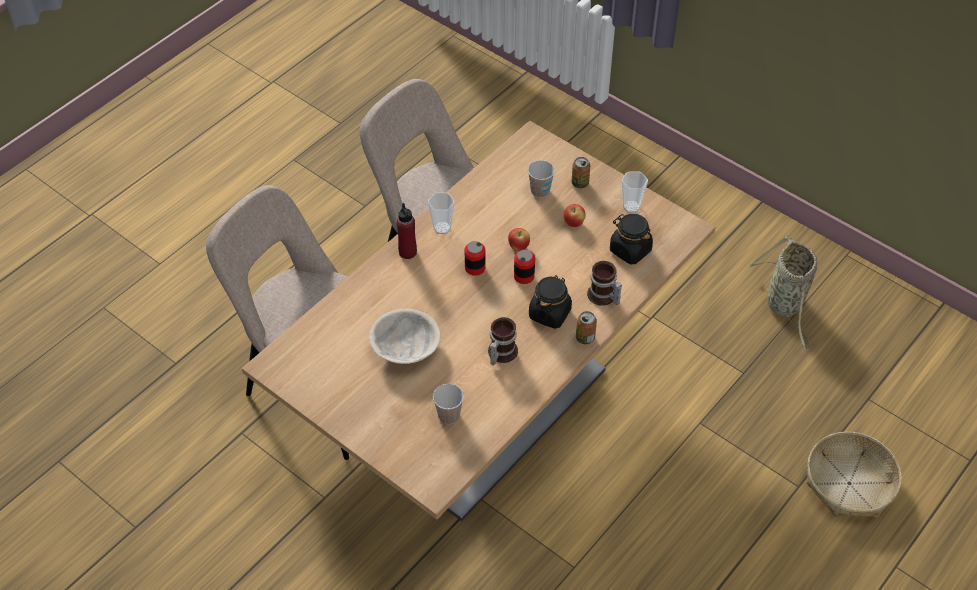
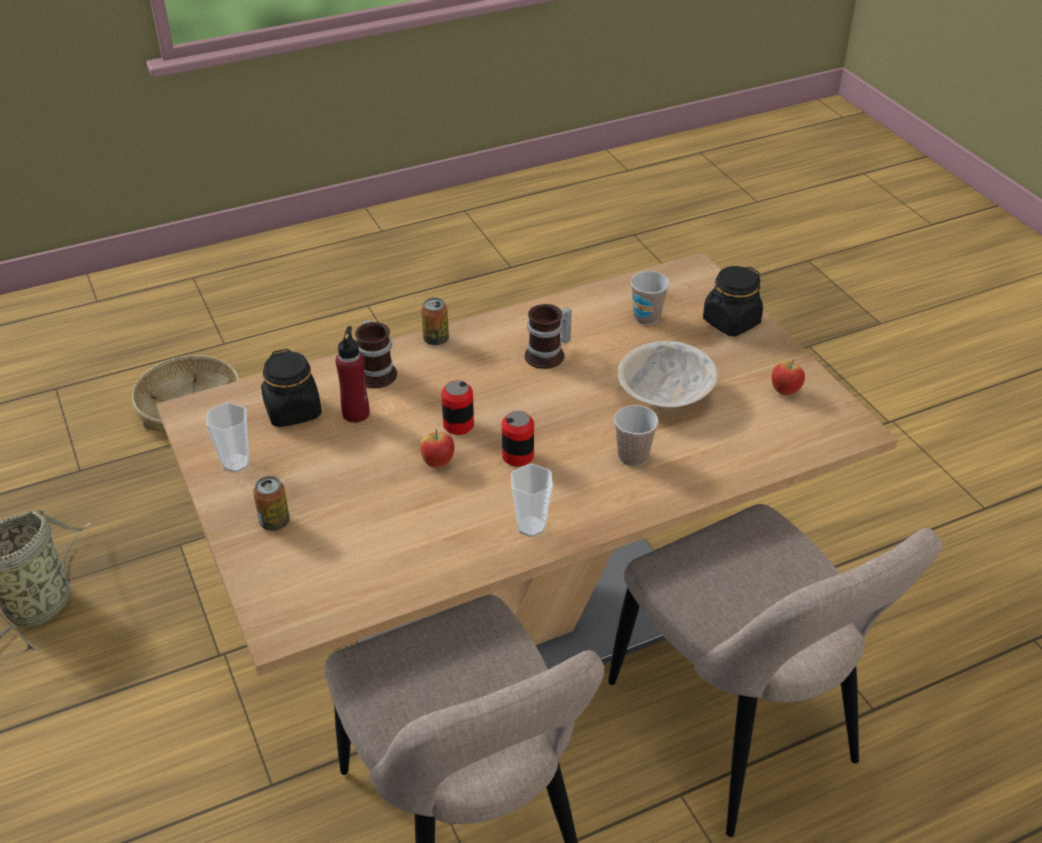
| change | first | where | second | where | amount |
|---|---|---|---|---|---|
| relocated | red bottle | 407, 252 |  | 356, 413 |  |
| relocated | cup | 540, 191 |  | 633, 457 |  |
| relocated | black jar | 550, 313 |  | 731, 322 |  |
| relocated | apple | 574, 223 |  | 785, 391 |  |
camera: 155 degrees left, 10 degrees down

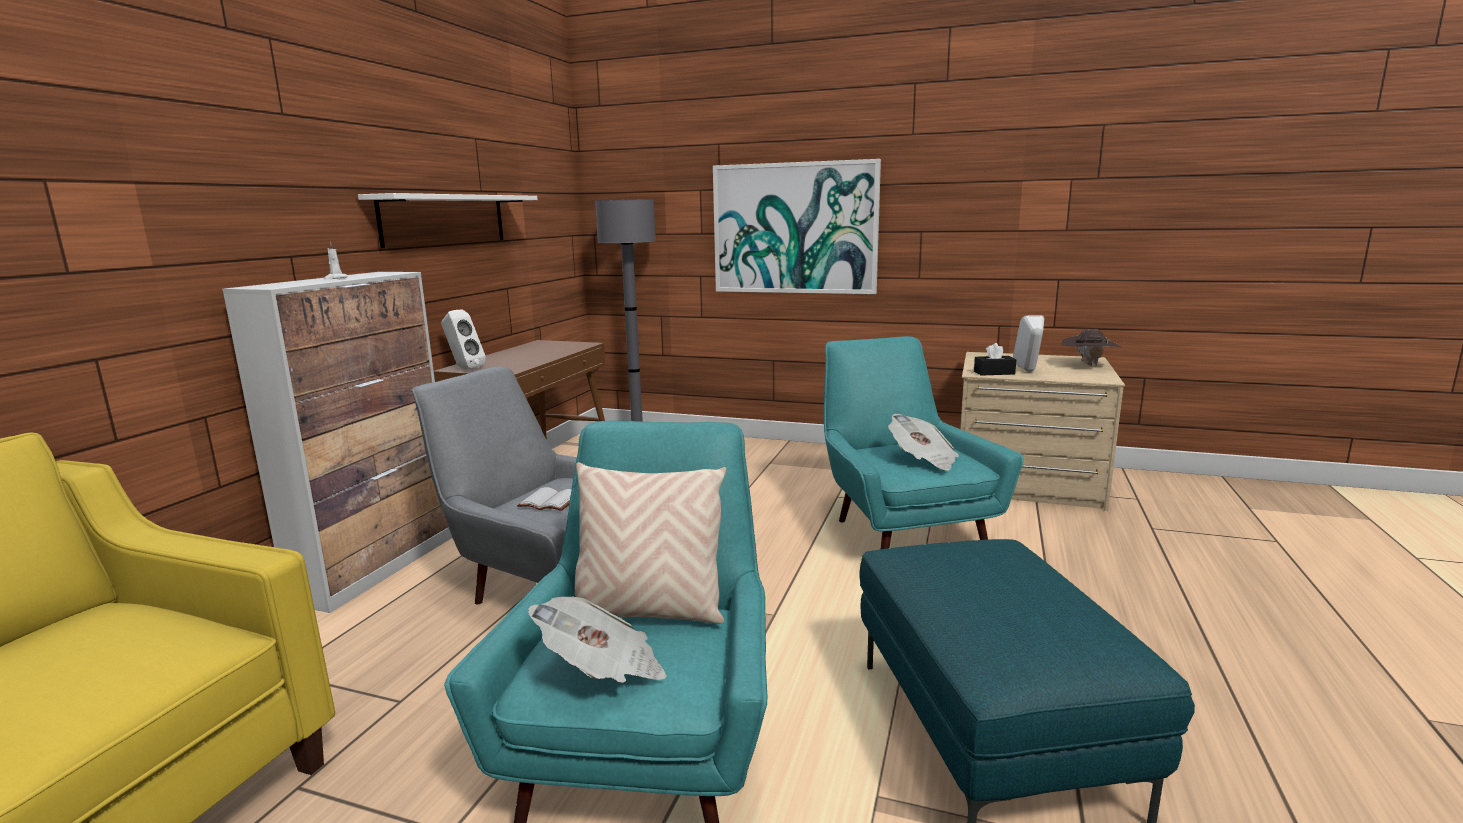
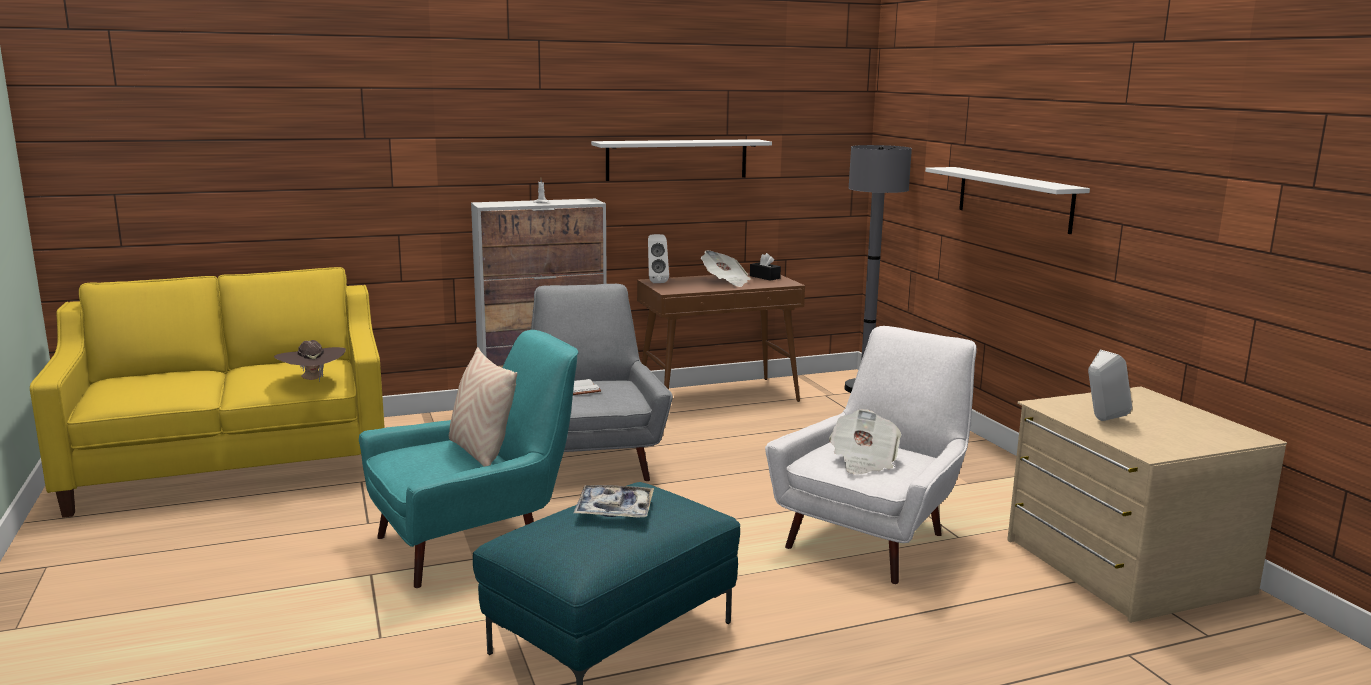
| change | first | where | second | where | amount |
|---|---|---|---|---|---|
| relocated | newspaper | 603, 670 |  | 725, 282 |  |
| exchanged | picture | 795, 228 | white shelf | 1014, 198 |  |
| colour | turquoise armchair | 900, 531 | white armchair | 875, 536 |  |
| relocated | black tissue box | 994, 373 |  | 764, 277 |  |
| relocated | brown hat | 1088, 366 |  | 312, 380 |  |
| appeared |  |  | tray | 614, 510 |  |
camera: 50 degrees right, 0 degrees up

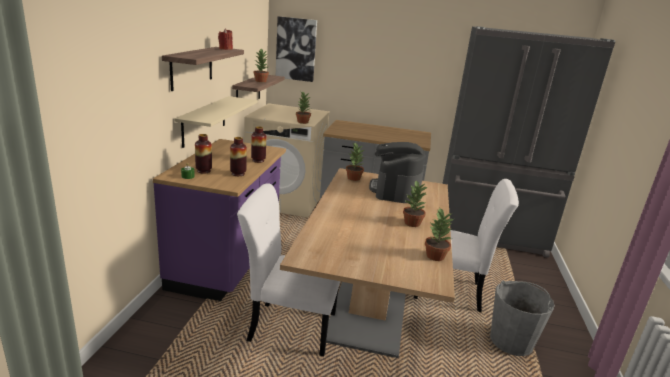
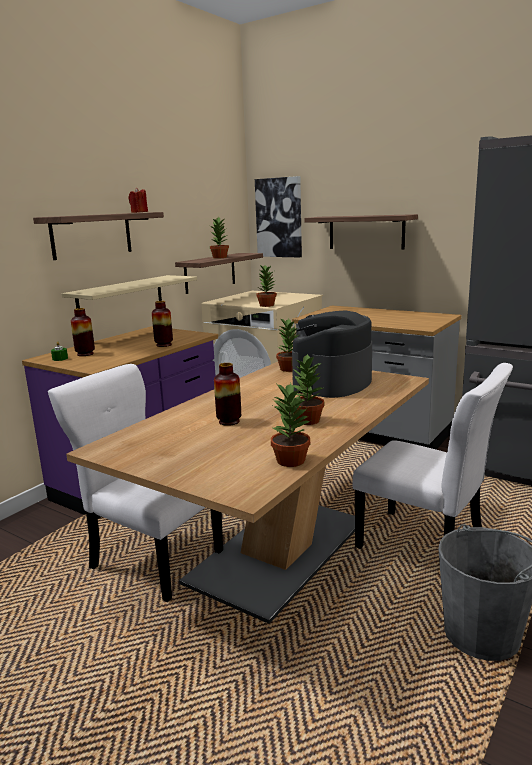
| change | first | where | second | where | amount |
|---|---|---|---|---|---|
| relocated | vase | 238, 174 |  | 229, 421 |  |
| appeared |  |  | shelf | 366, 232 |  |
camera: 25 degrees right, 5 degrees down

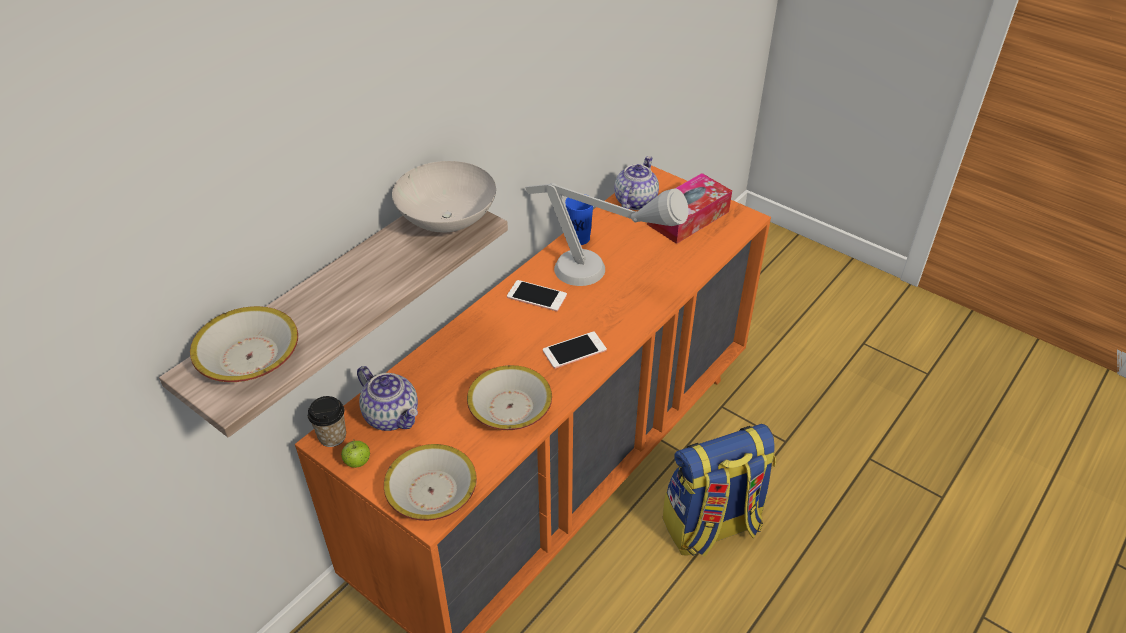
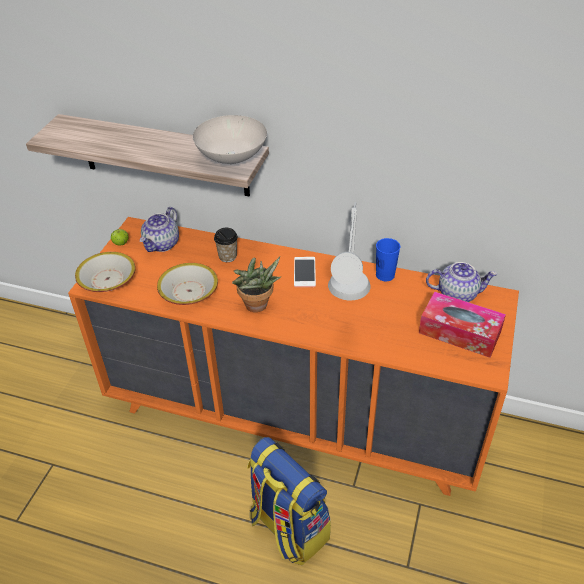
| change | first | where | second | where | amount |
|---|---|---|---|---|---|
| missing | bowl | 249, 357 |  |  |  |
| relocated | cup | 332, 436 |  | 227, 256 |  |
| exchanged | phone | 574, 350 | potted plant | 257, 307 |  |
camera: 70 degrees right, 0 degrees up

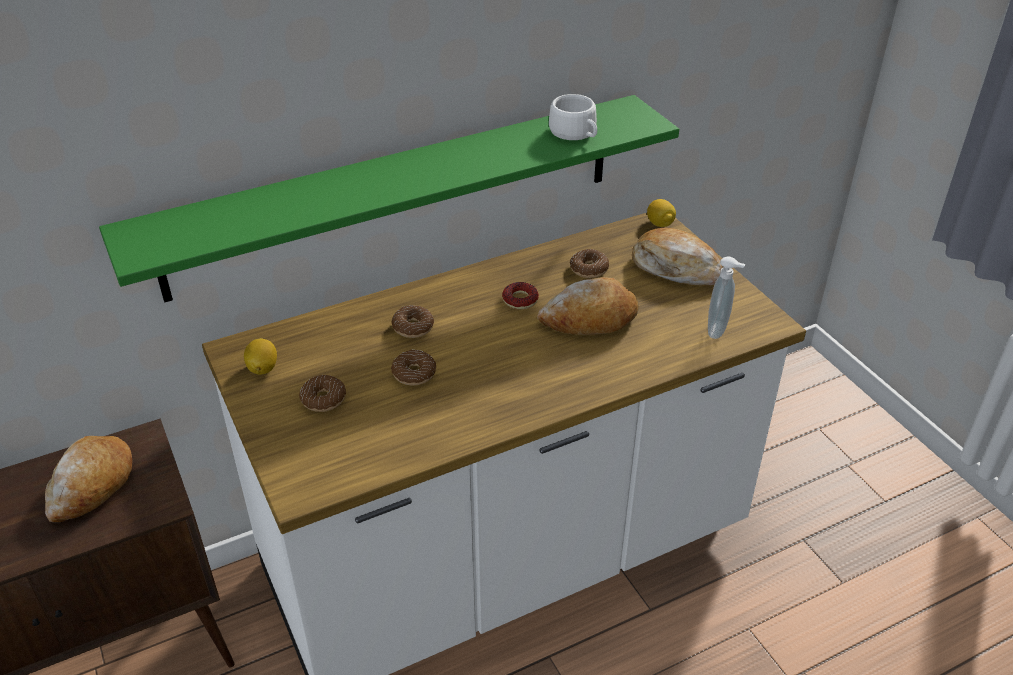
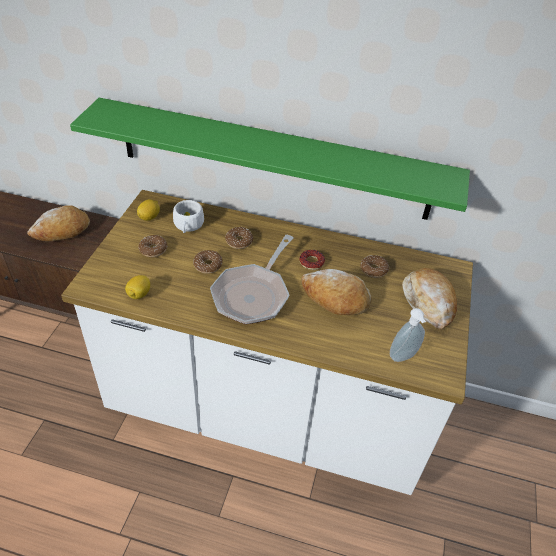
| change | first | where | second | where | amount |
|---|---|---|---|---|---|
| relocated | white cup | 576, 134 |  | 188, 226 |  |
| relocated | lemon | 660, 224 |  | 139, 294 |  |
| appeared |  |  | frying pan | 253, 294 |  |
camera: 40 degrees right, 5 degrees up

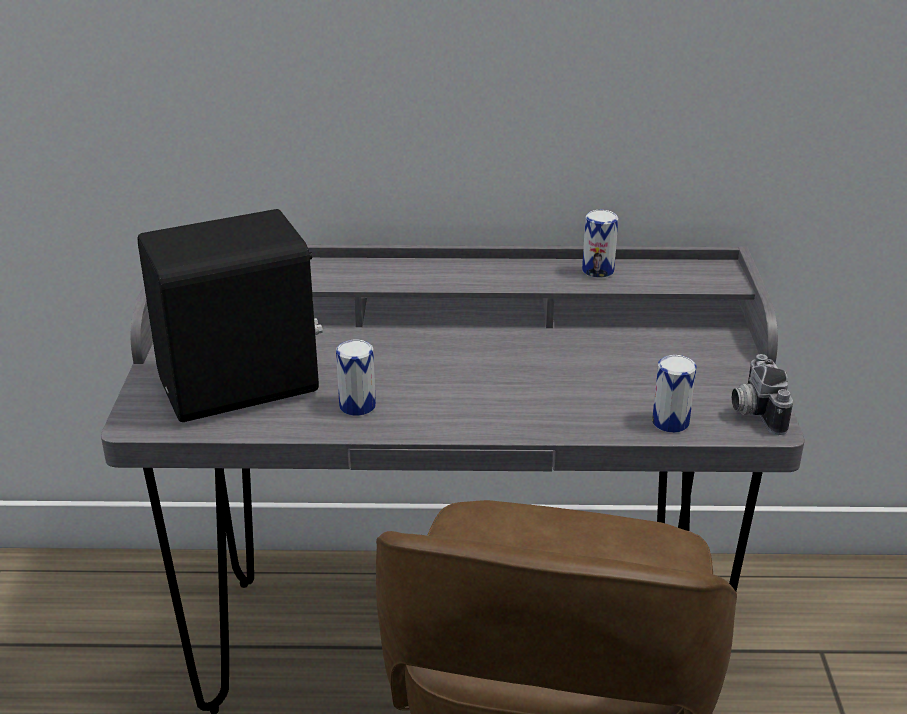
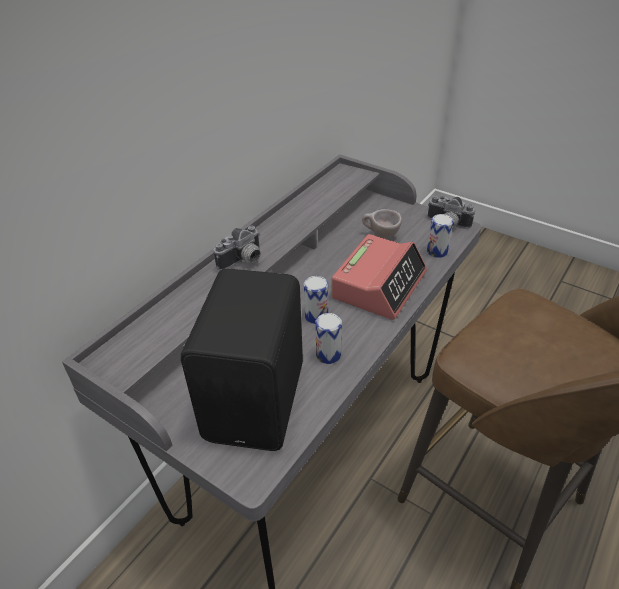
| change | first | where | second | where | amount |
|---|---|---|---|---|---|
| relocated | can | 598, 270 |  | 316, 316 |  |
| appeared |  |  | photo camera | 243, 261 |  |
| appeared |  |  | alarm clock | 379, 285 |  |
| appeared |  |  | beige cup | 380, 236 |  |
camera: 55 degrees left, 10 degrees up

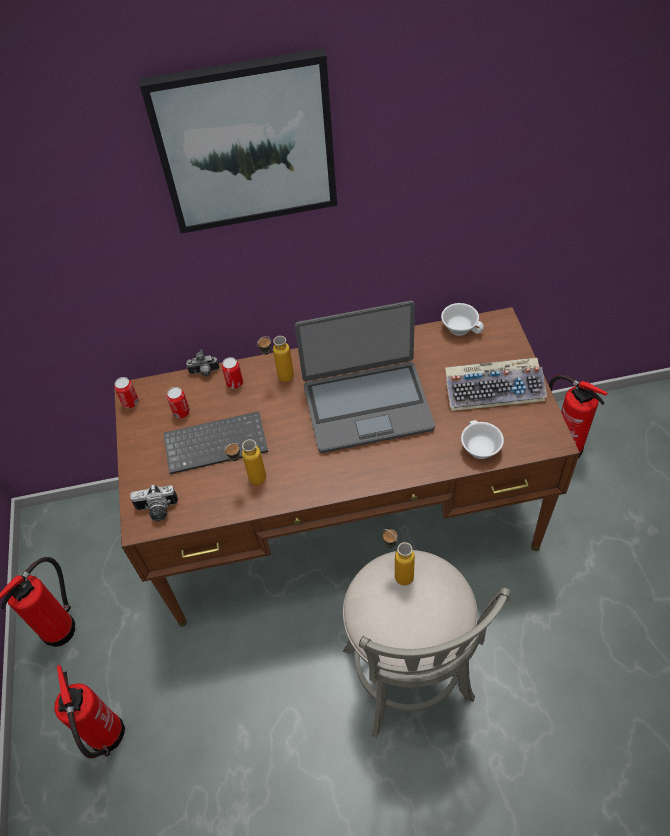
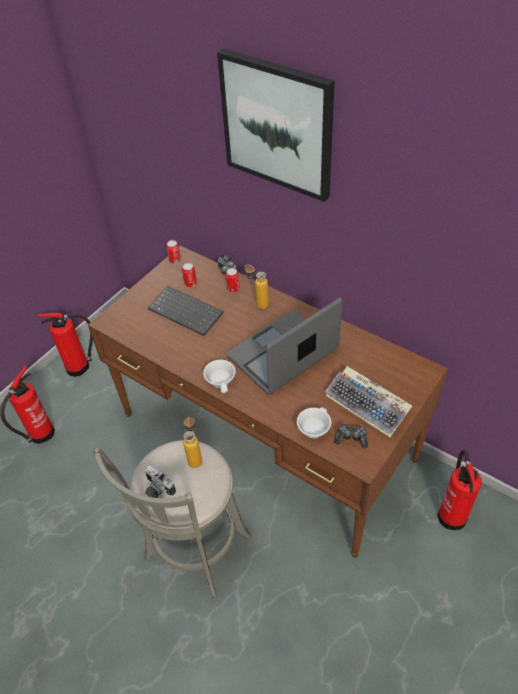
| change | first | where | second | where | amount |
|---|---|---|---|---|---|
| relocated | photo camera | 157, 510 |  | 156, 490 |  |
| missing | bottle | 250, 481 |  |  |  |
| spun | laptop | 367, 405 |  | 283, 354 | 105 degrees clockwise |
| relocated | white cup | 460, 327 |  | 222, 381 |  |
| appeared |  |  | game controller | 351, 438 |  |
camera: 45 degrees right, 5 degrees down

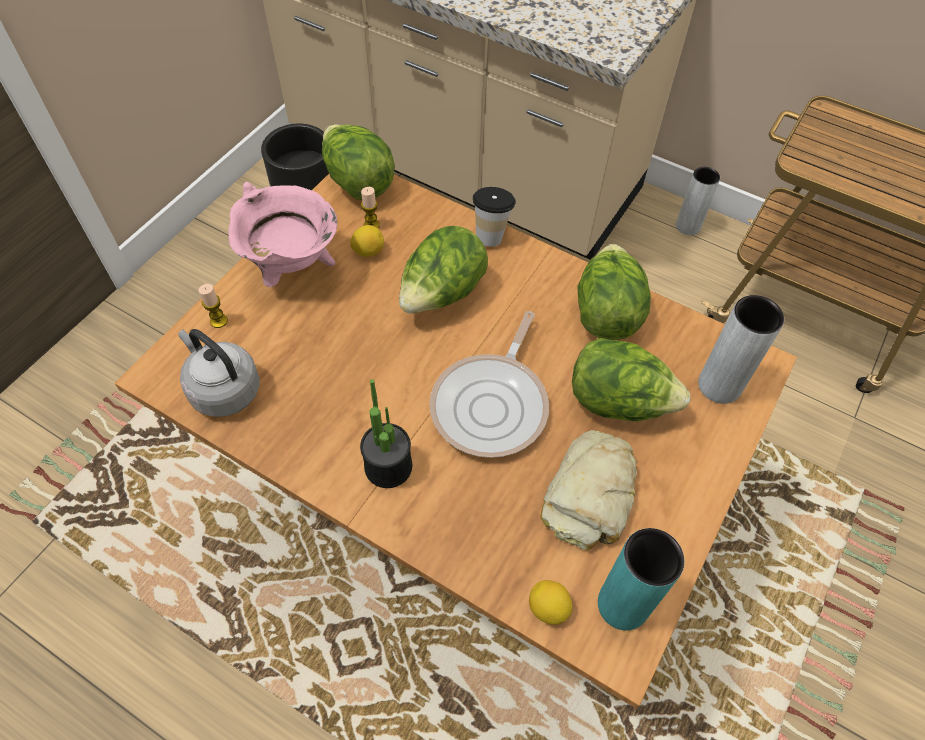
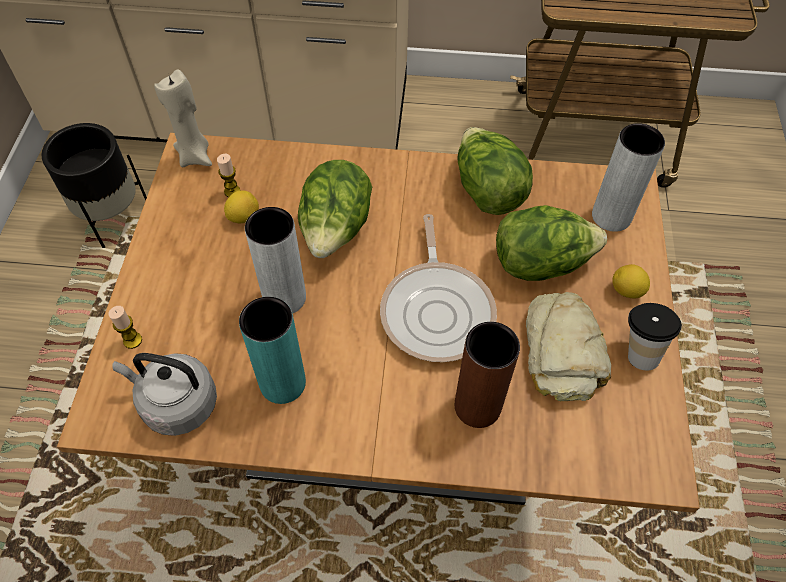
| change | first | where | second | where | amount |
|---|---|---|---|---|---|
| missing | pink cooking pot | 293, 269 |  |  |  |
| exchanged | lettuce | 358, 182 | beige candle | 195, 156 |  |
| missing | potted plant | 388, 466 |  |  |  |
| relocated | cup | 491, 234 |  | 638, 351 |  |
| relocated | lemon | 548, 608 |  | 626, 291 |  |
| relocated | turquoise vase | 623, 604 |  | 282, 383 |  |
| relocated | grey vase | 687, 226 |  | 284, 297 |  |
| appeared |  |  | brown vase | 477, 406 |  |
camera: 25 degrees left, 0 degrees up

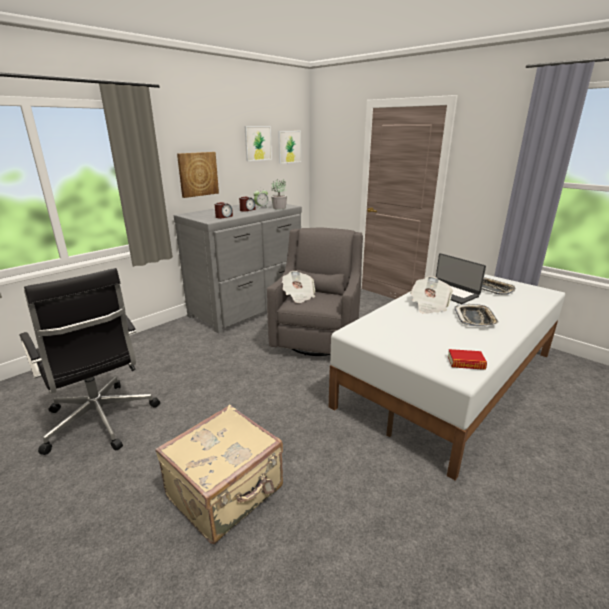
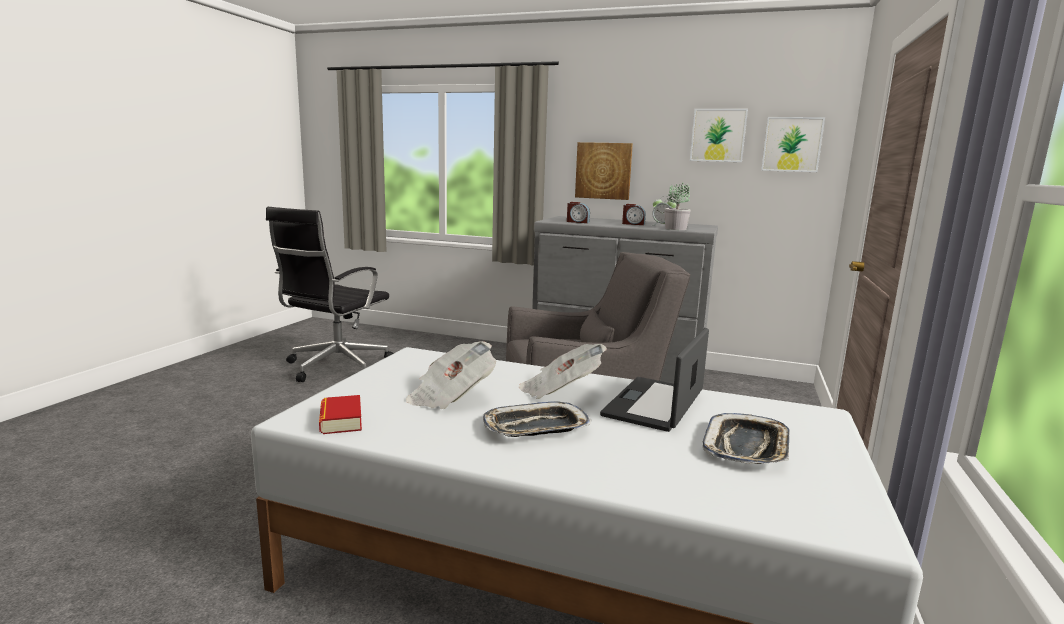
| change | first | where | second | where | amount |
|---|---|---|---|---|---|
| missing | beige suitcase | 227, 493 |  |  |  |
| relocated | newspaper | 298, 296 |  | 450, 397 |  |
camera: 65 degrees right, 10 degrees down

